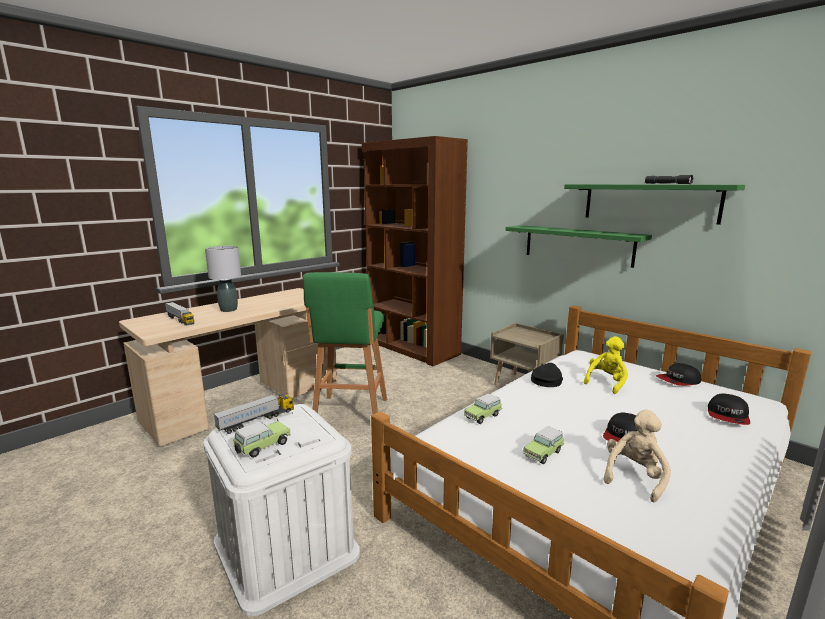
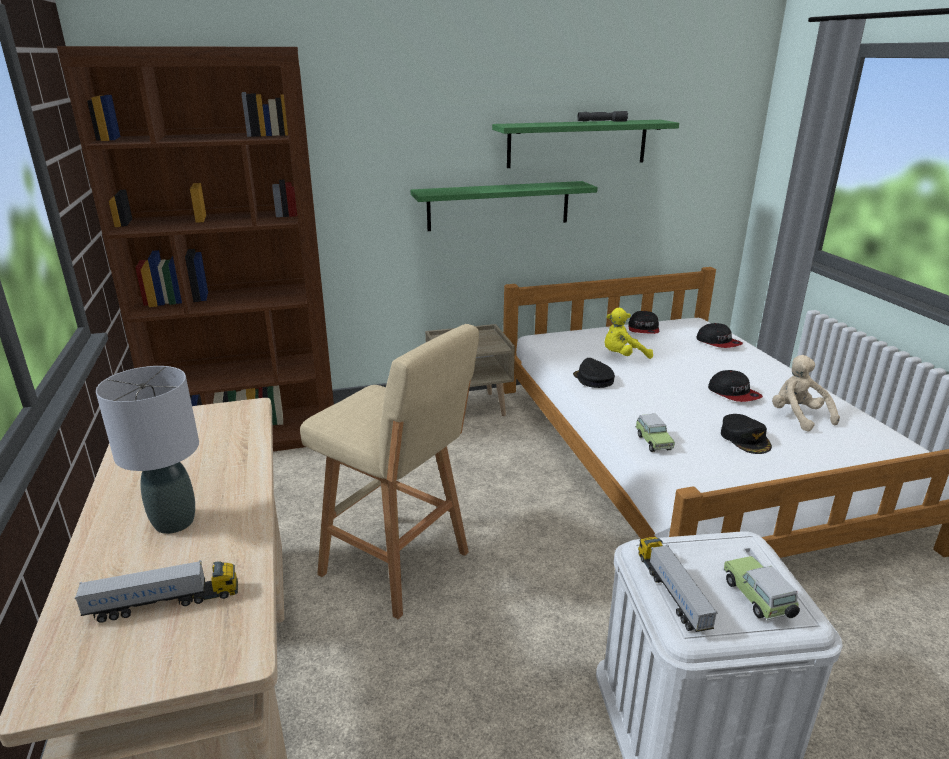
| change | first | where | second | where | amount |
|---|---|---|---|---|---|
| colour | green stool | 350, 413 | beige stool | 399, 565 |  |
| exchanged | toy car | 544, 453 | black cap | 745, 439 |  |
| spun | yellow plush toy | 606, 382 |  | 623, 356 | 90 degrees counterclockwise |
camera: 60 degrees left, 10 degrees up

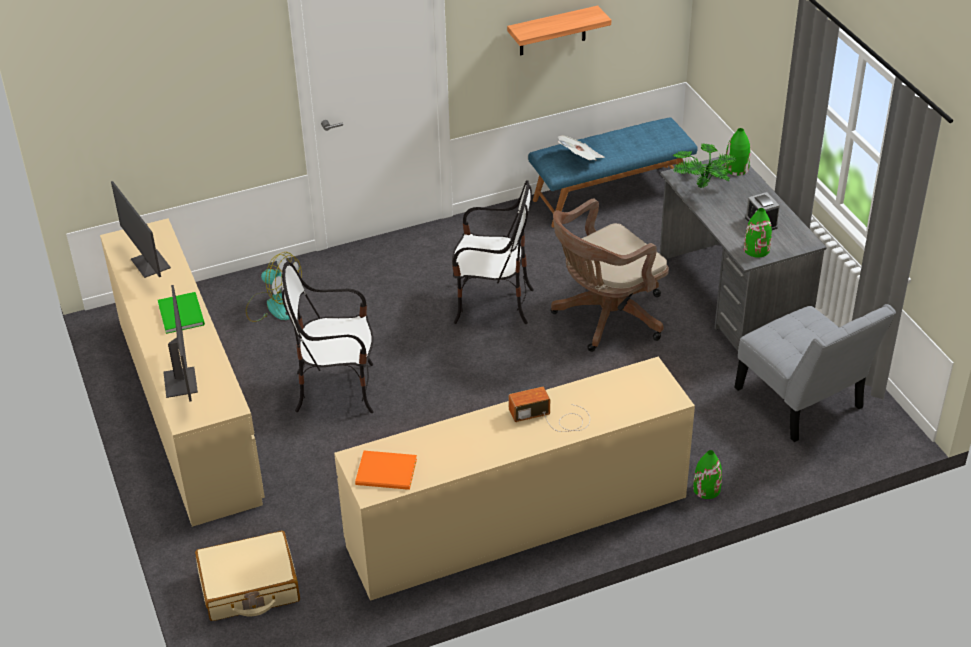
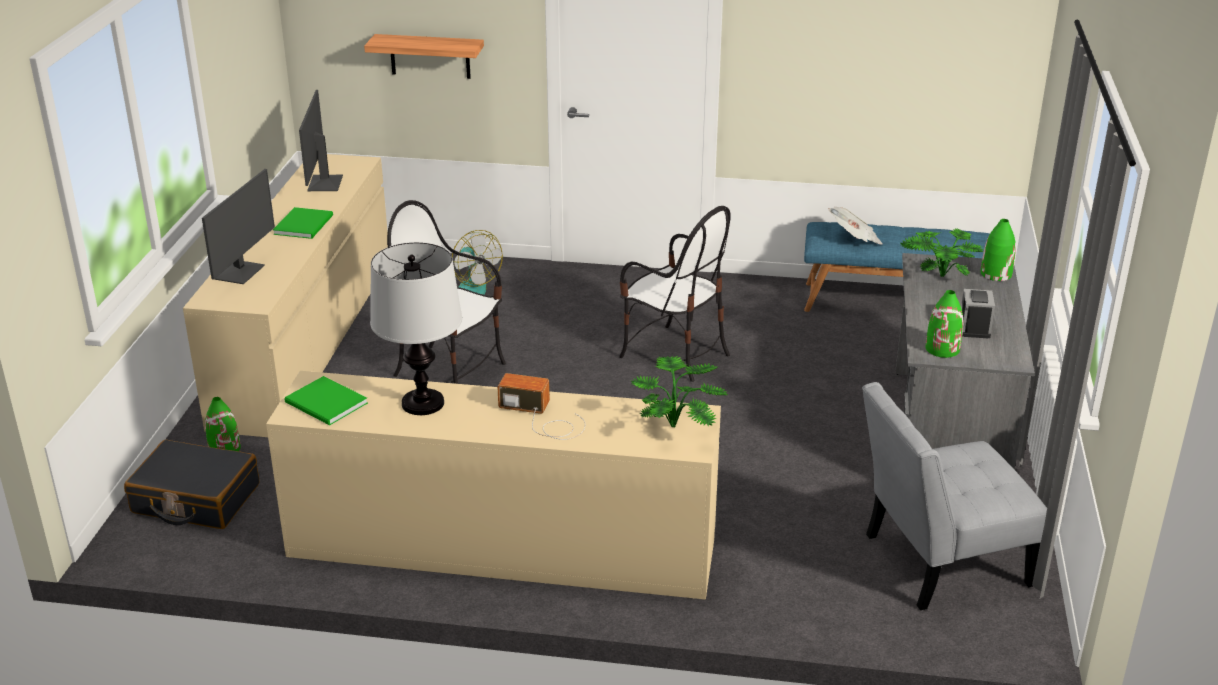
| change | first | where | second | where | amount |
|---|---|---|---|---|---|
| colour | beige suitcase | 249, 587 | black suitcase | 195, 499 |  |
| colour | orange book | 388, 473 | green book | 326, 404 |  |
| relocated | shelf | 552, 31 |  | 430, 56 |  |
| missing | brown office chair | 605, 318 |  |  |  |
| relocated | green vase | 706, 489 |  | 225, 448 |  |
| spun | grey chair | 802, 403 |  | 938, 562 | 75 degrees clockwise |
| appeared |  |  | table lamp | 422, 403 |  |
| appeared |  |  | potted plant | 678, 425 |  |
camera: 30 degrees right, 10 degrees down

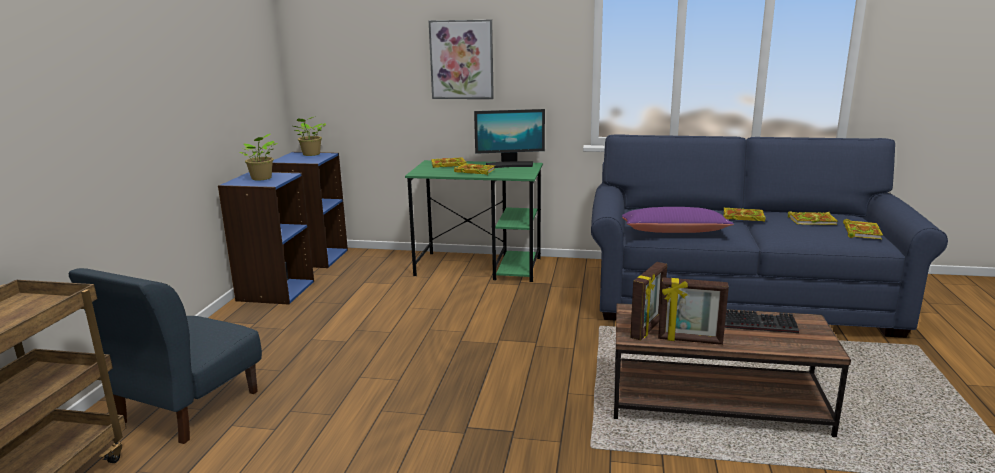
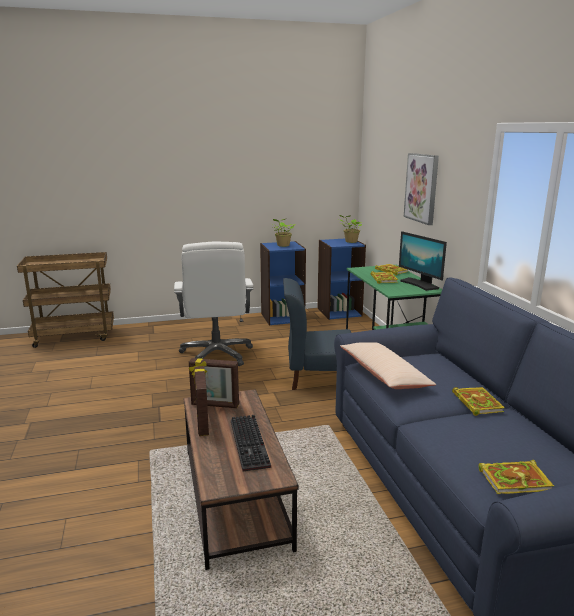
| change | first | where | second | where | amount |
|---|---|---|---|---|---|
| relocated | blue chair | 188, 408 |  | 318, 377 |  |
| colour | purple pillow | 674, 231 | beige pillow | 384, 375 |  |
| missing | book | 813, 221 |  |  |  |
| appeared |  |  | white office chair | 217, 355 |  |
camera: 65 degrees right, 0 degrees up

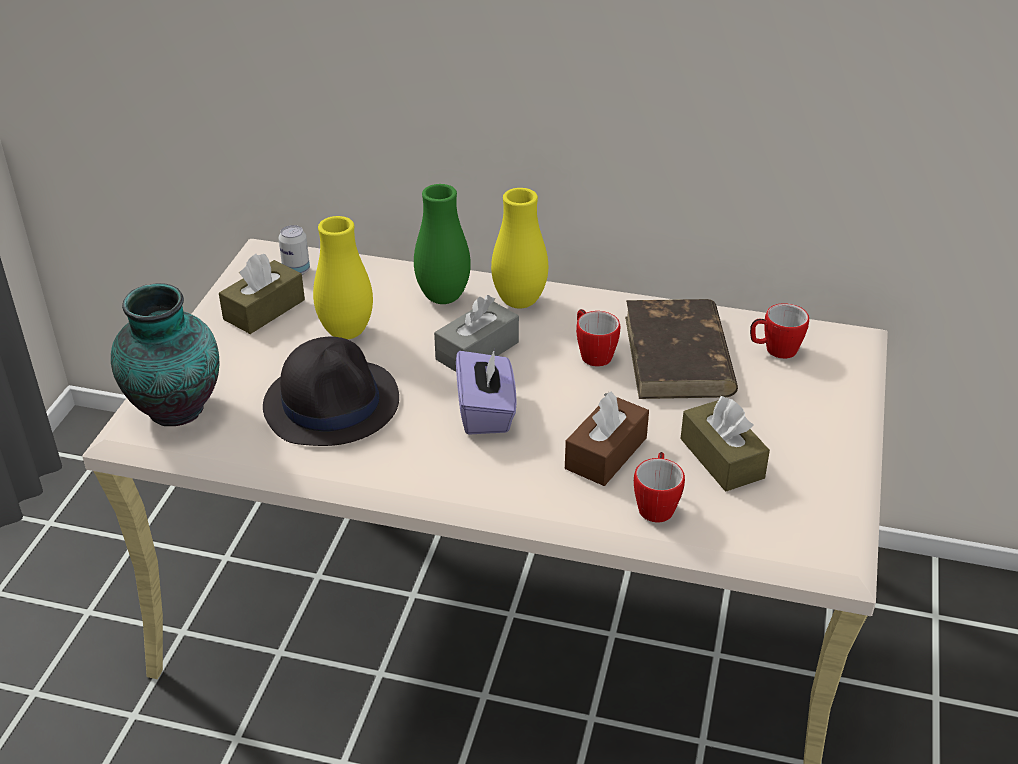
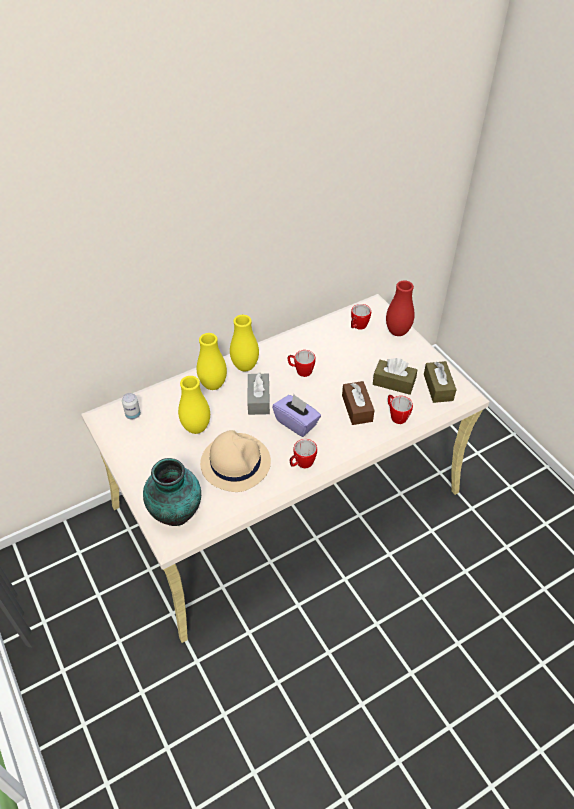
| change | first | where | second | where | amount |
|---|---|---|---|---|---|
| relocated | brown tissue box | 264, 310 |  | 438, 387 |  |
| colour | black hat | 332, 403 | beige hat | 235, 462 |  |
| colour | green vase | 443, 297 | yellow vase | 213, 385 |  |
| missing | brown book | 678, 356 |  |  |  |
| appeared |  |  | mug | 301, 464 |  |
| appeared |  |  | red vase | 397, 332 |  |
camera: 45 degrees left, 10 degrees up

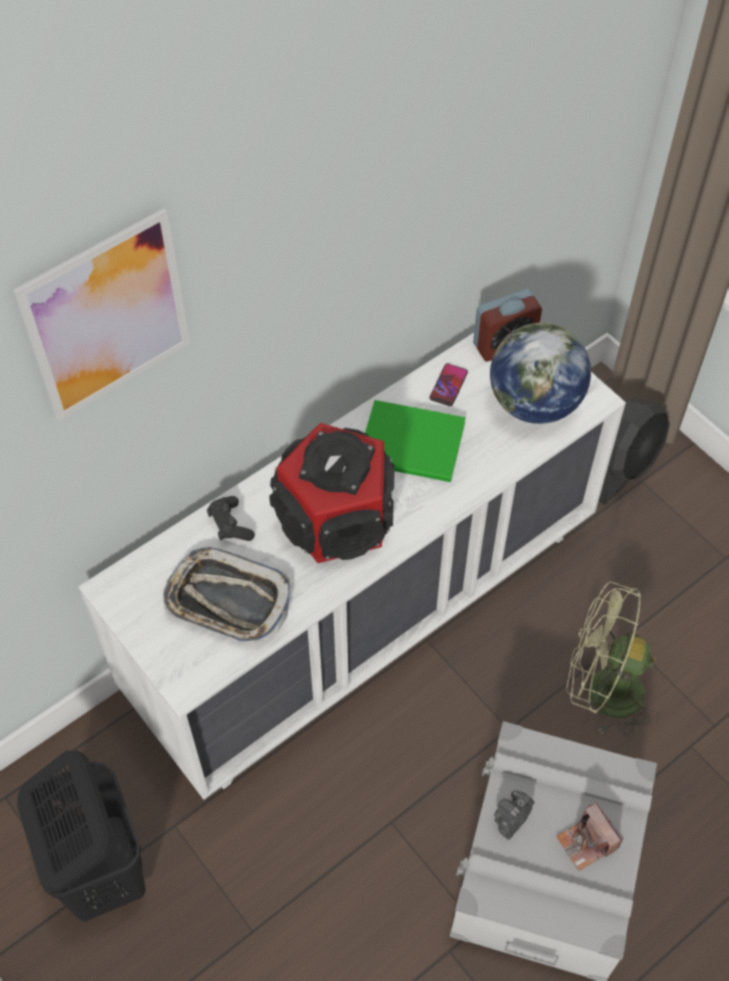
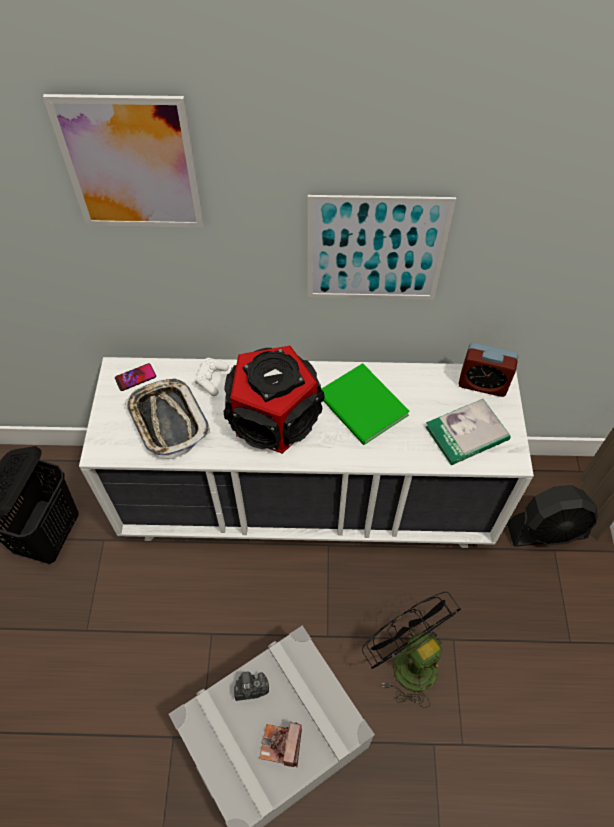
| change | first | where | second | where | amount |
|---|---|---|---|---|---|
| colour | black game controller | 230, 525 | white game controller | 211, 380 |  |
| relocated | phone | 448, 385 |  | 135, 377 |  |
| exchanged | globe | 534, 403 | book | 466, 433 |  |
| colour | green fan | 602, 691 | black fan | 406, 660 |  |
| appeared |  |  | picture | 375, 250 |  |
camera: 40 degrees right, 0 degrees up

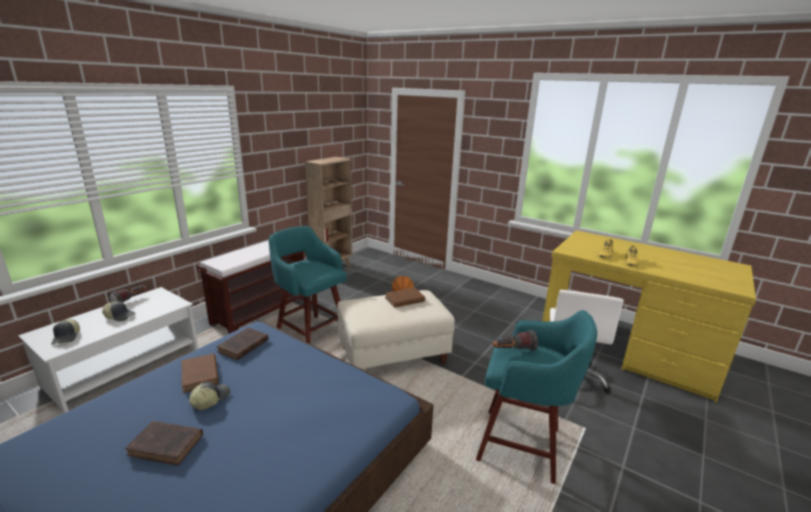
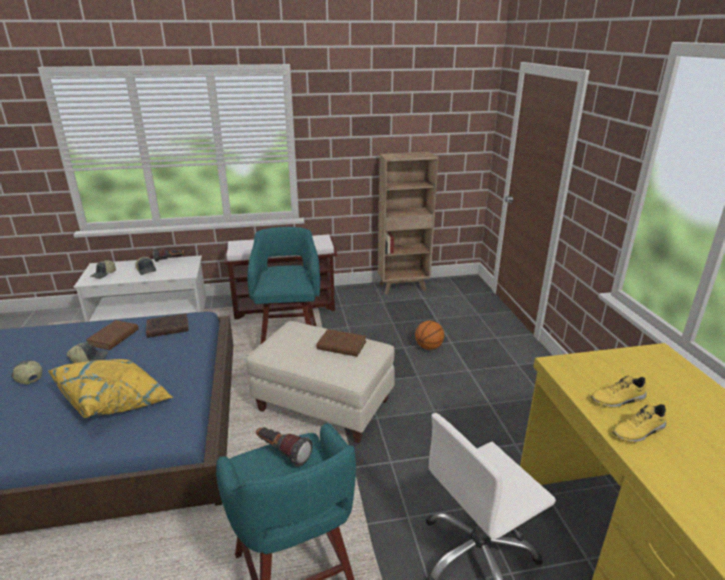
| change | first | where | second | where | amount |
|---|---|---|---|---|---|
| exchanged | brown book | 167, 445 | cap | 27, 377 |  |
| appeared |  |  | yellow pillow | 116, 401 |  |
camera: 45 degrees right, 5 degrees up

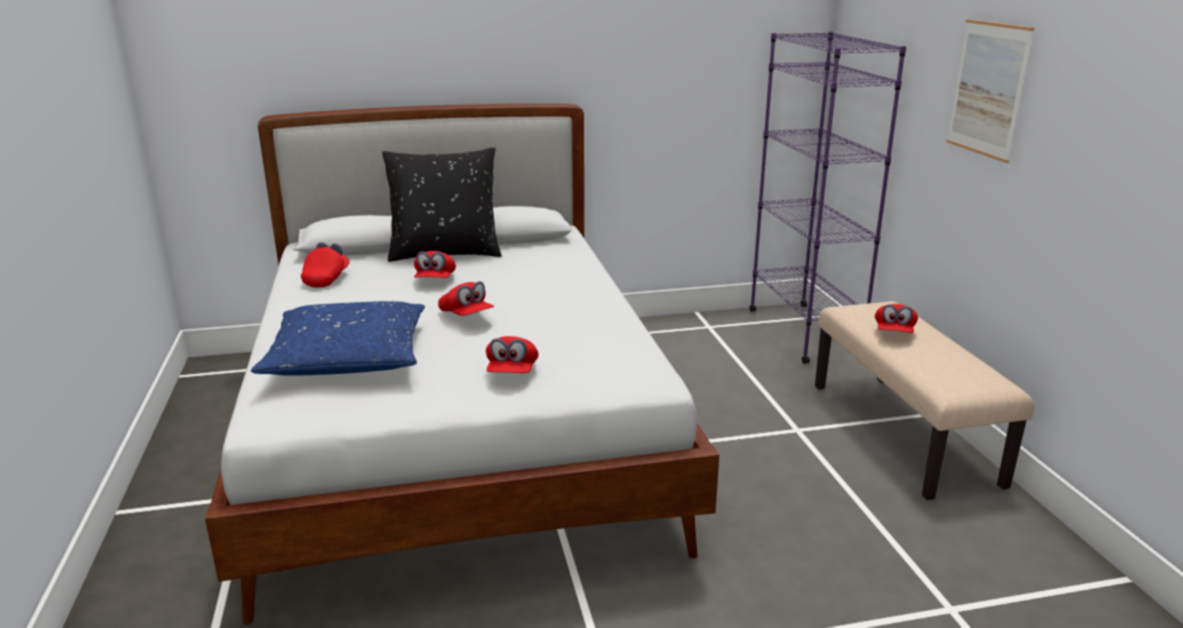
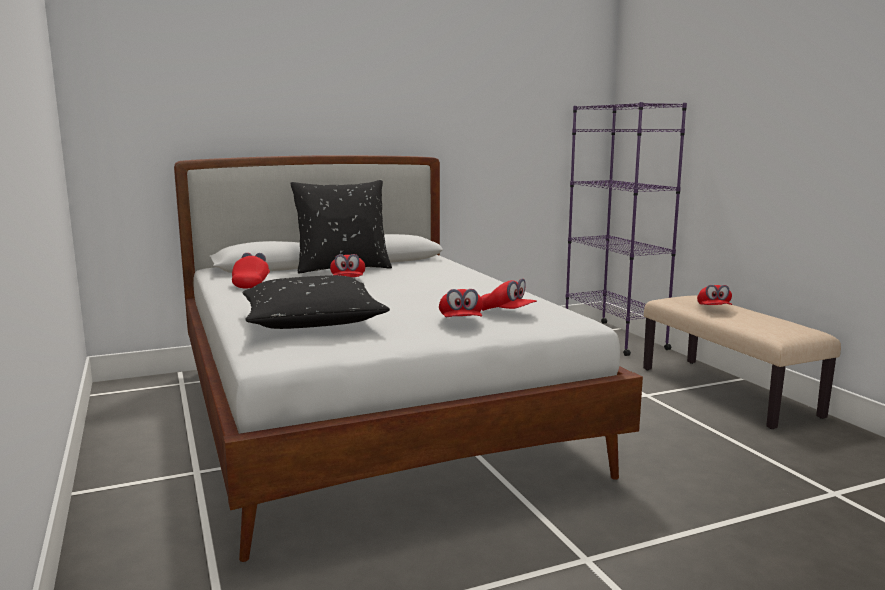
| change | first | where | second | where | amount |
|---|---|---|---|---|---|
| colour | blue pillow | 347, 357 | black pillow | 312, 320 |  |
| relocated | red cap | 466, 315 |  | 507, 313 |  |
| missing | picture | 987, 89 |  |  |  |
camera: 10 degrees left, 10 degrees down

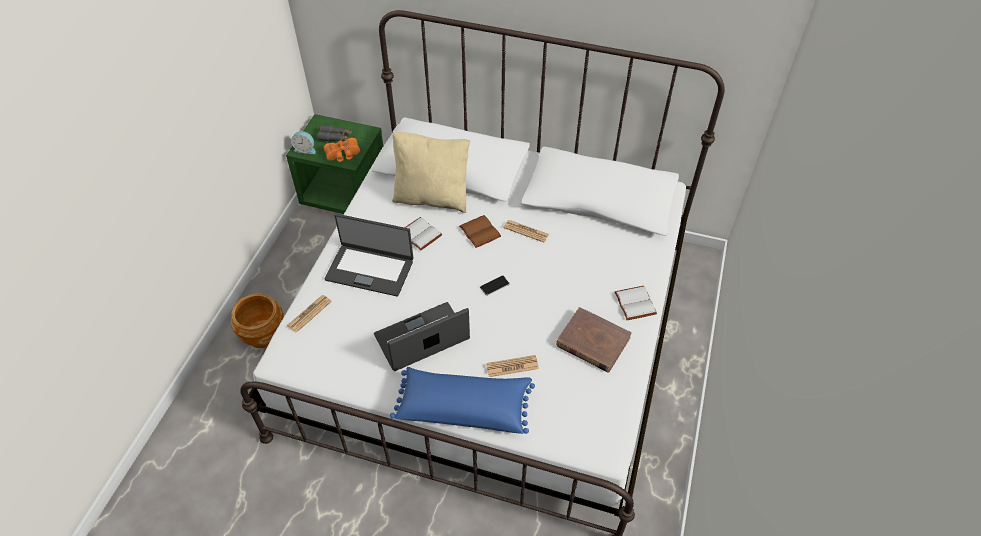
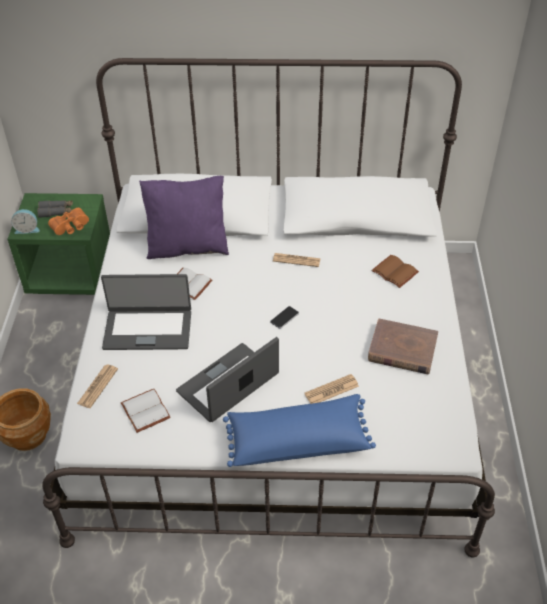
| change | first | where | second | where | amount |
|---|---|---|---|---|---|
| colour | beige pillow | 432, 197 | purple pillow | 188, 247 |  |
| relocated | brown book | 481, 232 |  | 396, 272 |  |
| relocated | white book | 633, 303 |  | 144, 411 |  |
camera: 15 degrees left, 5 degrees down

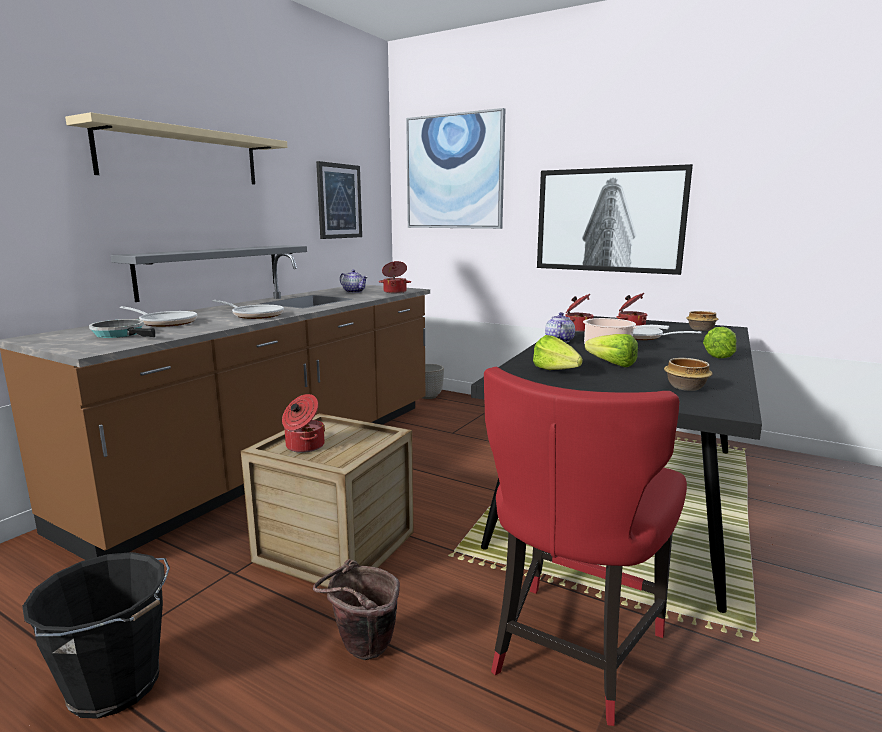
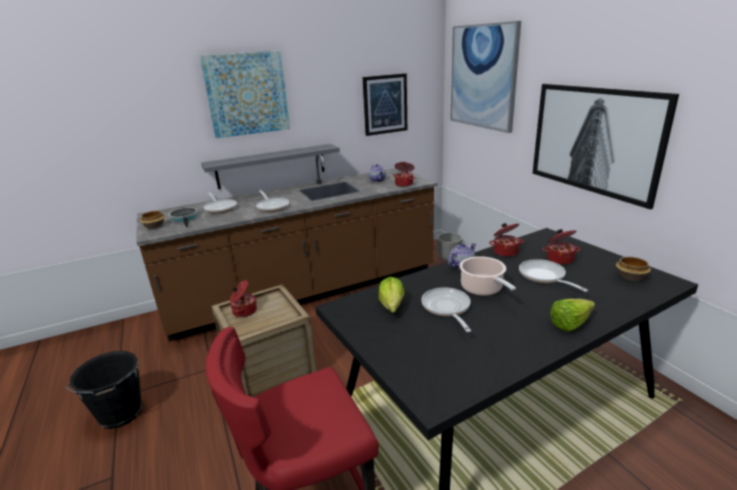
| change | first | where | second | where | amount |
|---|---|---|---|---|---|
| exchanged | beige shelf | 182, 156 | picture | 247, 94 |  |
| missing | brown bucket | 361, 651 |  |  |  |
| exchanged | lettuce | 608, 363 | frying pan | 447, 308 |  |
| relocated | bowl | 686, 387 |  | 155, 226 |  |
camera: 35 degrees right, 10 degrees up

